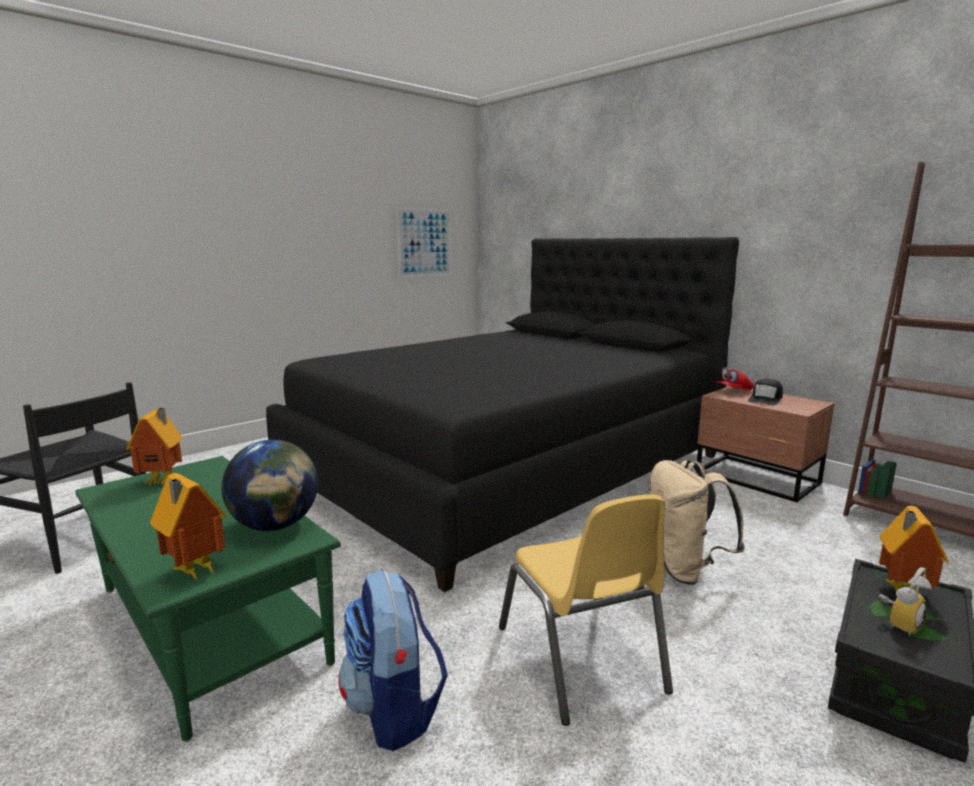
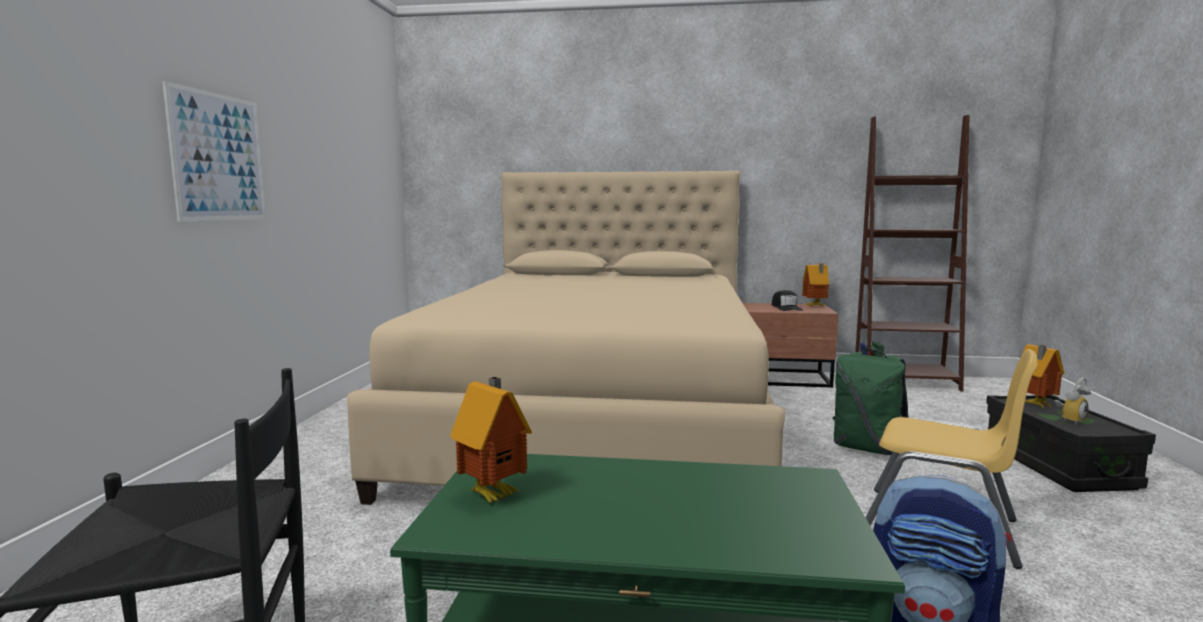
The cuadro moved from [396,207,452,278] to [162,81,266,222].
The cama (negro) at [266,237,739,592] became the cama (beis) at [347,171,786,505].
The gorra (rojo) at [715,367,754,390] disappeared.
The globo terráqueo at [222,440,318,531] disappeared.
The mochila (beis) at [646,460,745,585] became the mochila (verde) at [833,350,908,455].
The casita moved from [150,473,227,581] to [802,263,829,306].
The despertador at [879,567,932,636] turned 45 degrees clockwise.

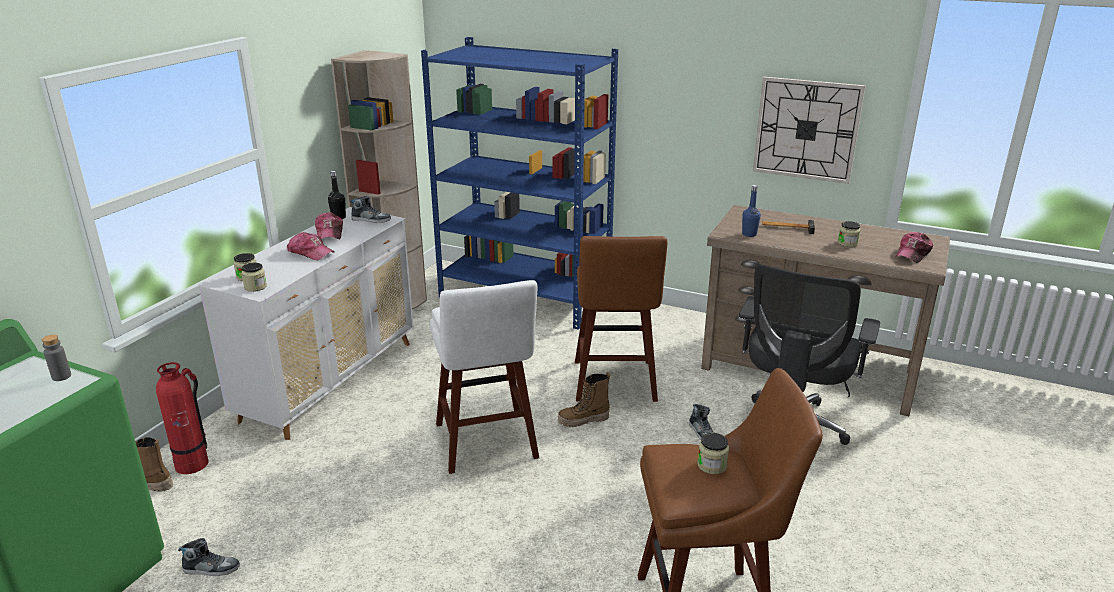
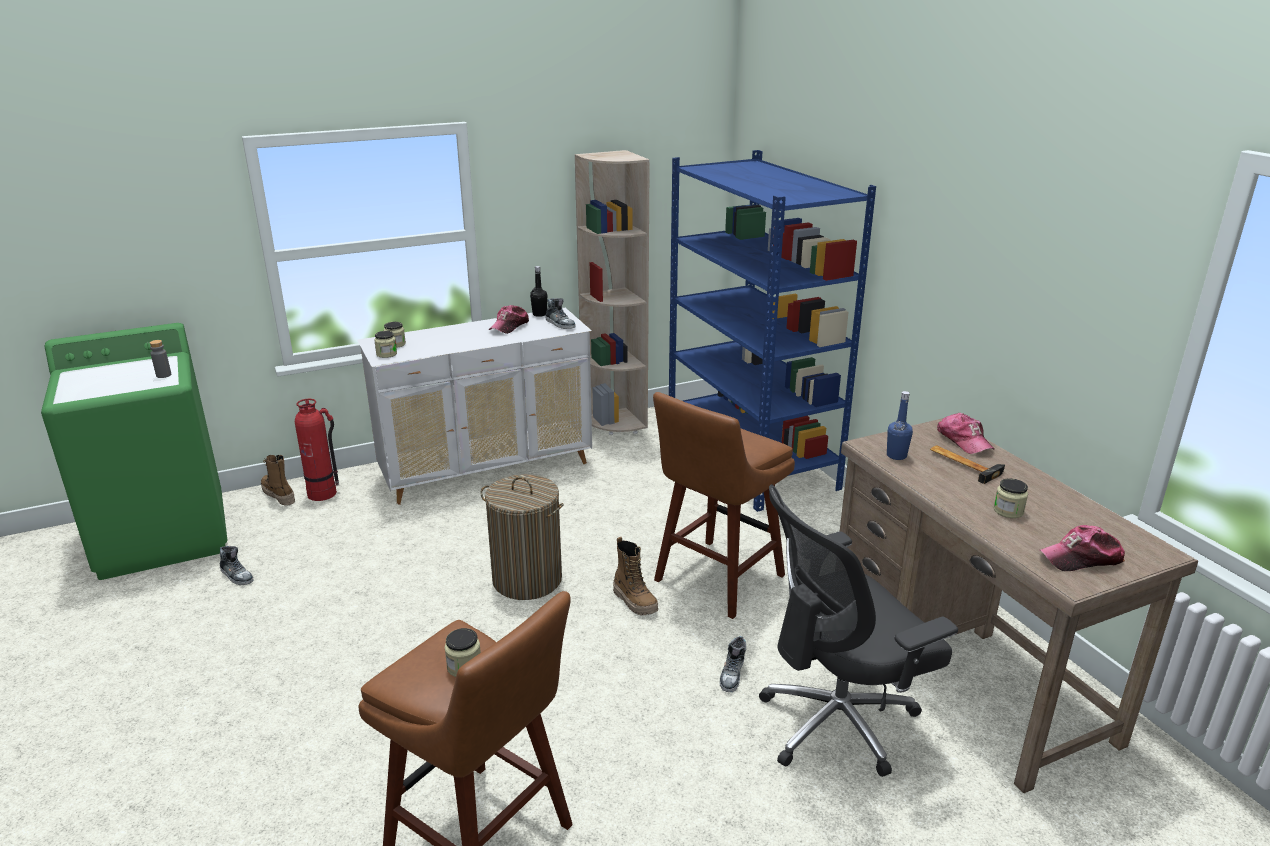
The reloj de pared at [753,77,865,184] disappeared.
The gorra moved from [287,232,335,260] to [937,413,995,454].
The taburete (blanco) at [430,280,539,474] was replaced by the cesto de la ropa at [481,474,564,600].
The bota at [558,372,610,427] turned 150 degrees counterclockwise.

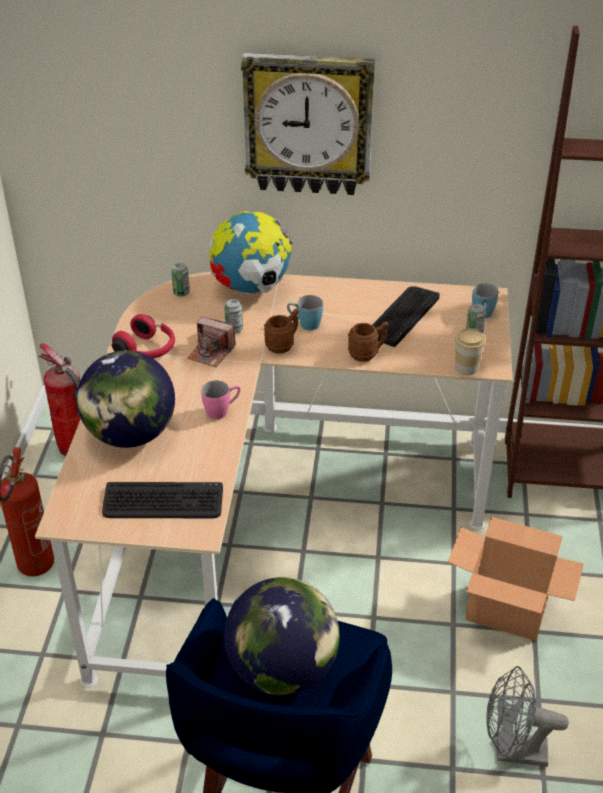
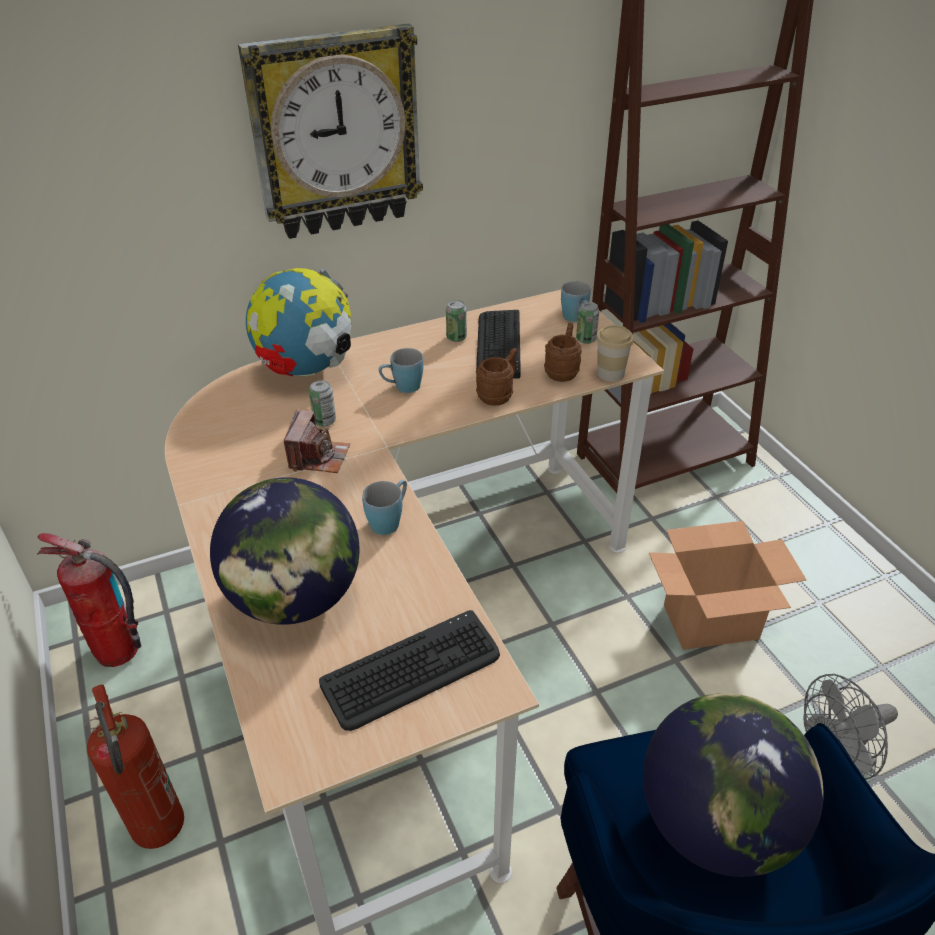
The lata moved from [171,263,190,297] to [446,300,467,342].
The taza grande (marrón) moved from [264,309,299,354] to [544,323,582,382].
The auriculares (rojo) at [112,314,175,359] disappeared.
The cámara at [187,317,236,367] turned 75 degrees counterclockwise.
The taza grande (rosa) at [201,380,240,419] became the taza grande (azul) at [362,479,407,535].

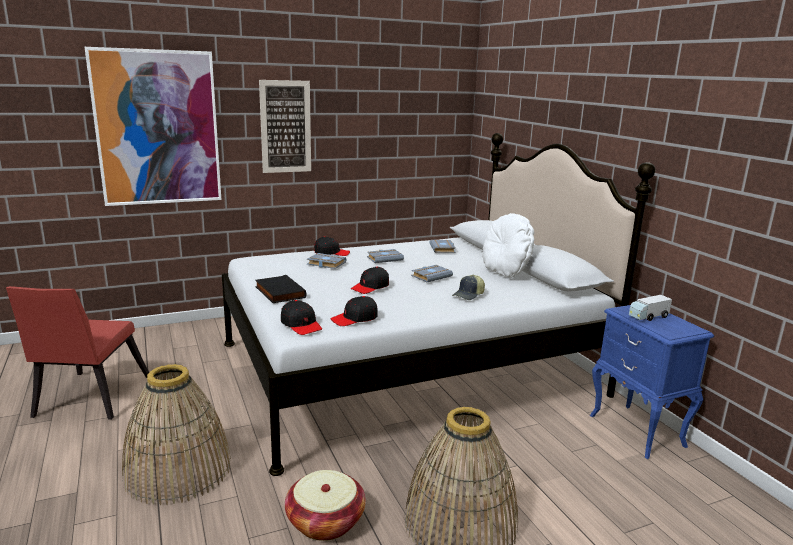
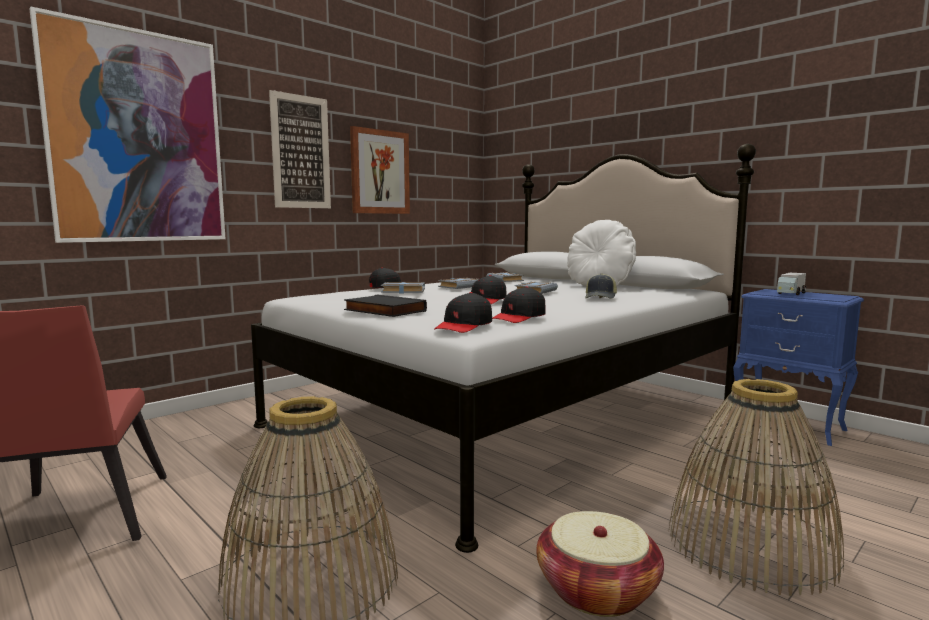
The gorra (negro) at [281,300,322,335] turned 90 degrees clockwise.
The cuadro at [350,126,410,214] appeared.

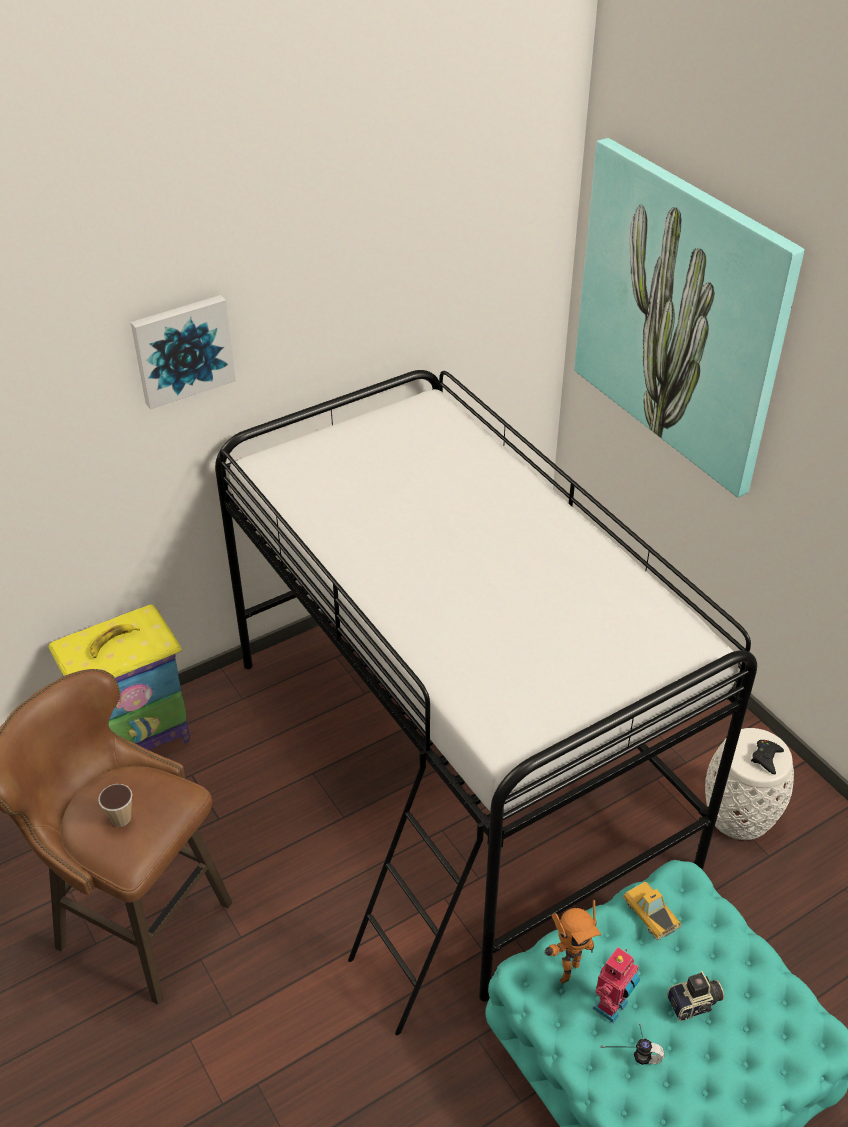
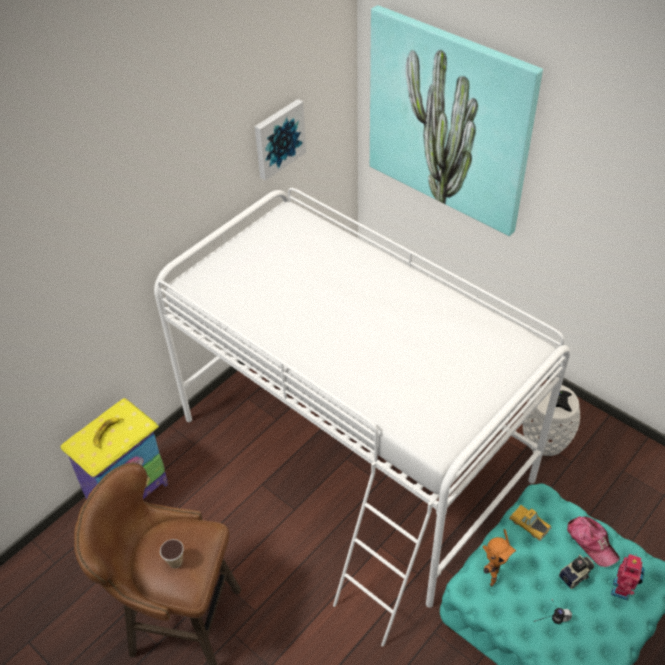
The cuadro moved from [131,295,236,410] to [255,99,306,181].
The cama (negro) at [215,370,757,1035] became the cama (blanco) at [154,188,570,647].
The robot de juguete moved from [592,947,640,1023] to [611,554,645,600].
The gorra at [567,516,620,567] appeared.

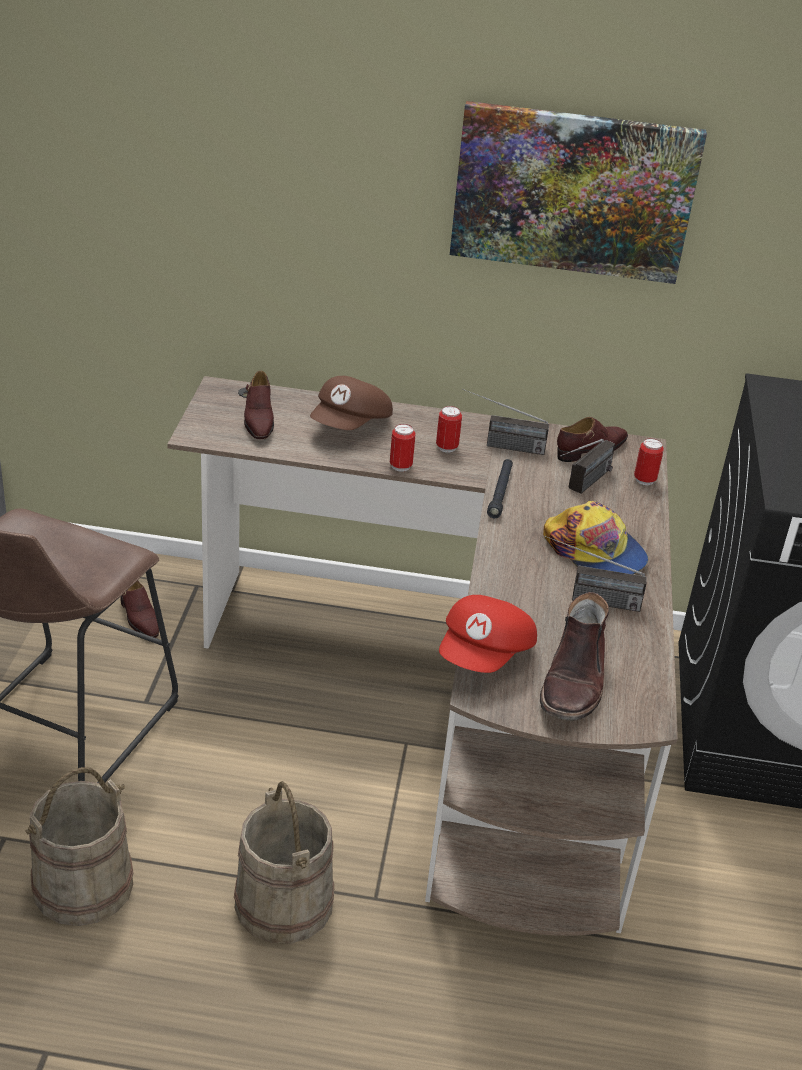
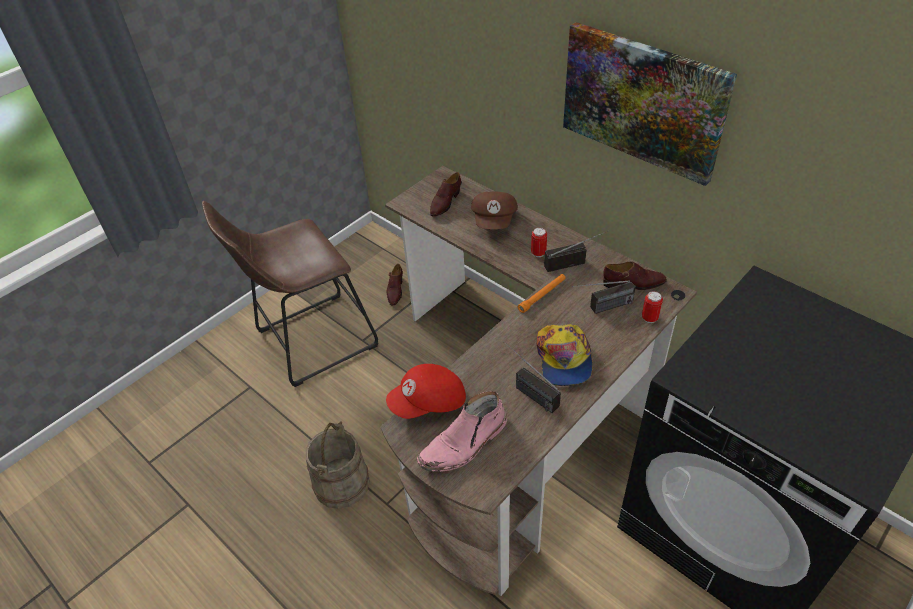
The gorra (marrón) at [310,376,393,430] turned 60 degrees counterclockwise.
The radio at [462,389,549,455] turned 120 degrees clockwise.
The lata at [390,424,415,472] disappeared.
The linterna (negro) at [487,459,513,518] became the linterna (naranja) at [518,274,566,313].
The bota (marrón) at [540,592,609,721] became the bota (rosa) at [417,391,507,472].
The cubo (beis) at [25,767,134,926] disappeared.

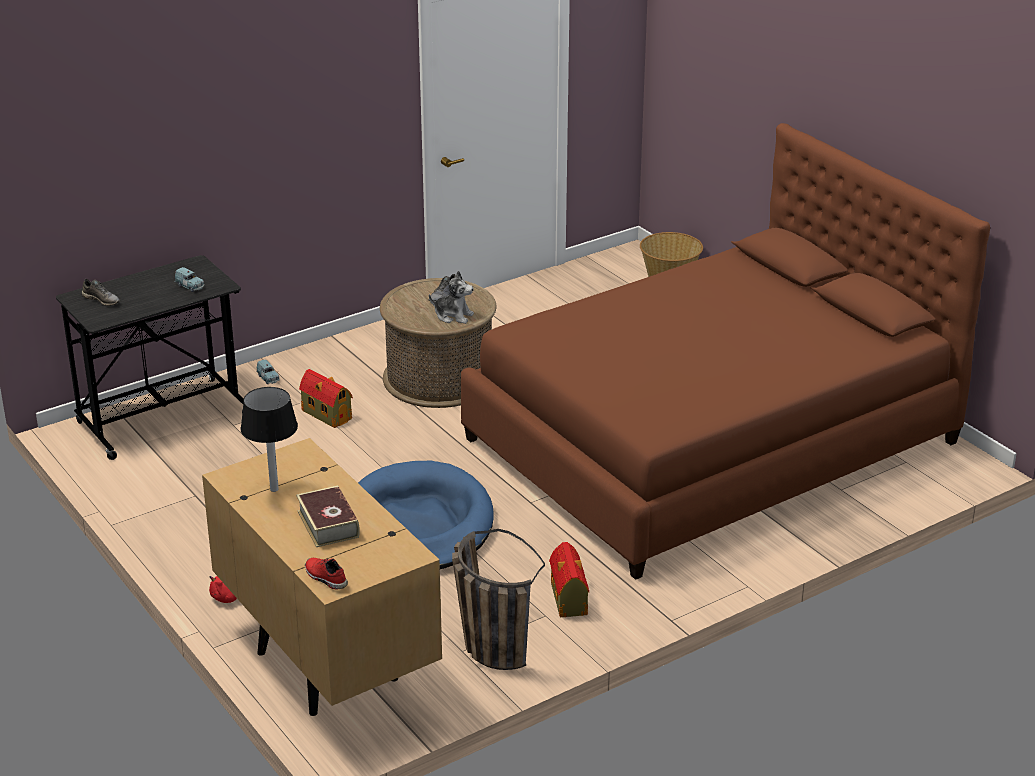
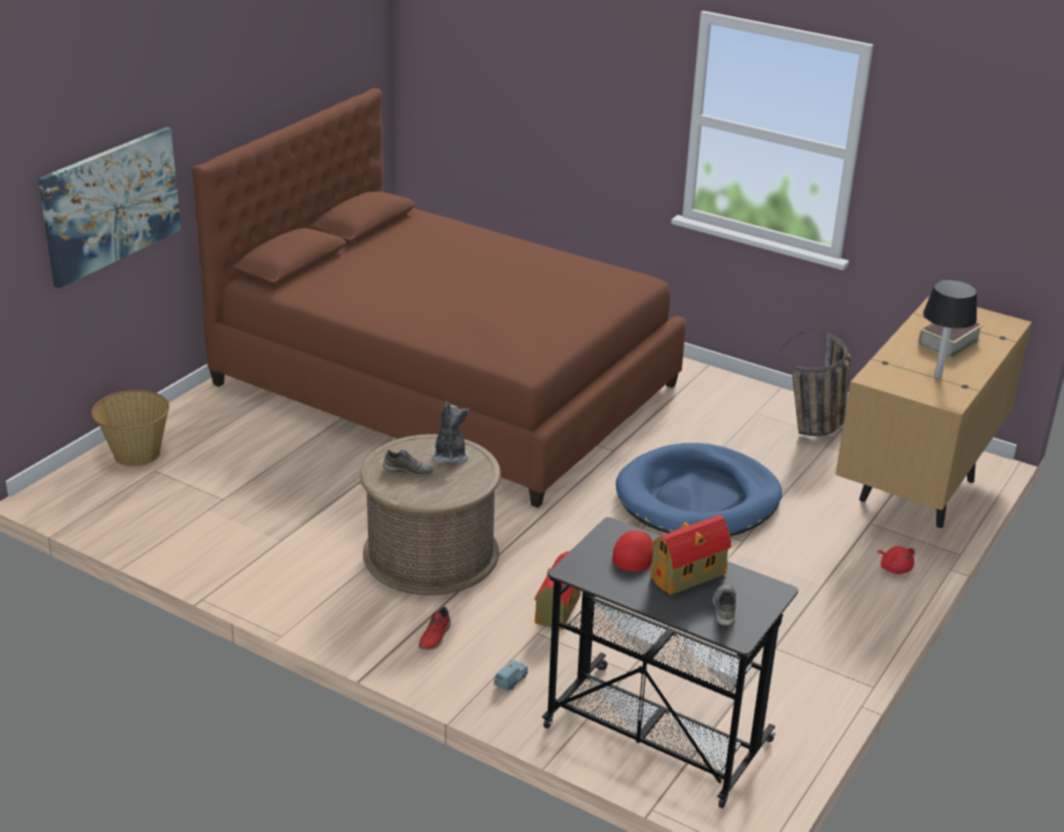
The coche de juguete (azul) at [175,267,204,292] was replaced by the gorra (rojo) at [613,530,653,572].
The casita moved from [549,542,589,617] to [650,515,731,595].
The zapato (rojo) moved from [305,558,348,590] to [419,607,451,650].
The cuadro at [38,127,181,288] appeared.

